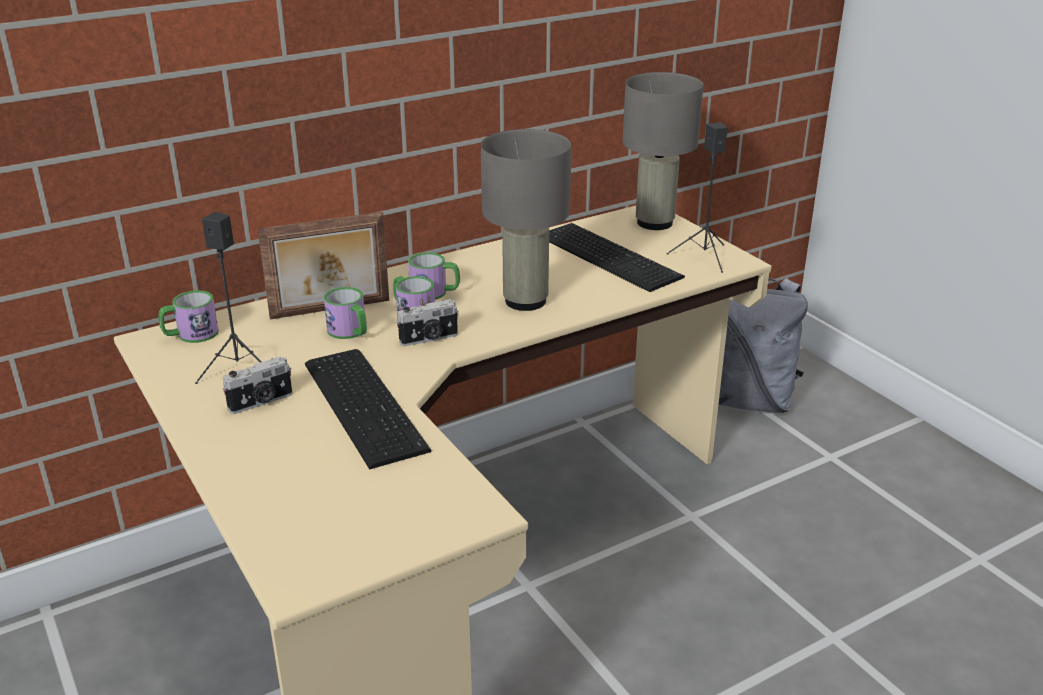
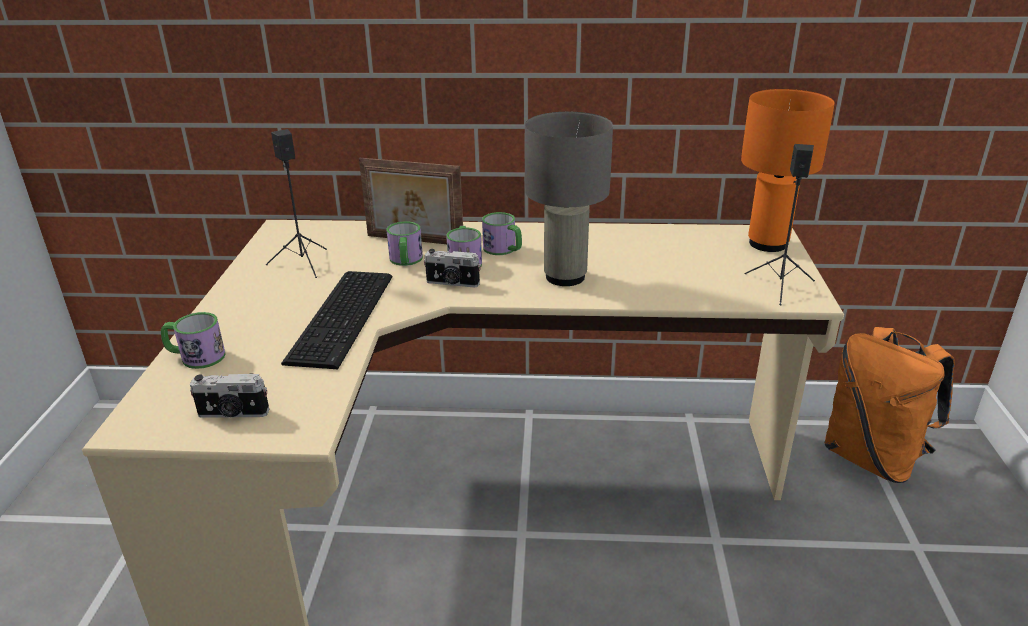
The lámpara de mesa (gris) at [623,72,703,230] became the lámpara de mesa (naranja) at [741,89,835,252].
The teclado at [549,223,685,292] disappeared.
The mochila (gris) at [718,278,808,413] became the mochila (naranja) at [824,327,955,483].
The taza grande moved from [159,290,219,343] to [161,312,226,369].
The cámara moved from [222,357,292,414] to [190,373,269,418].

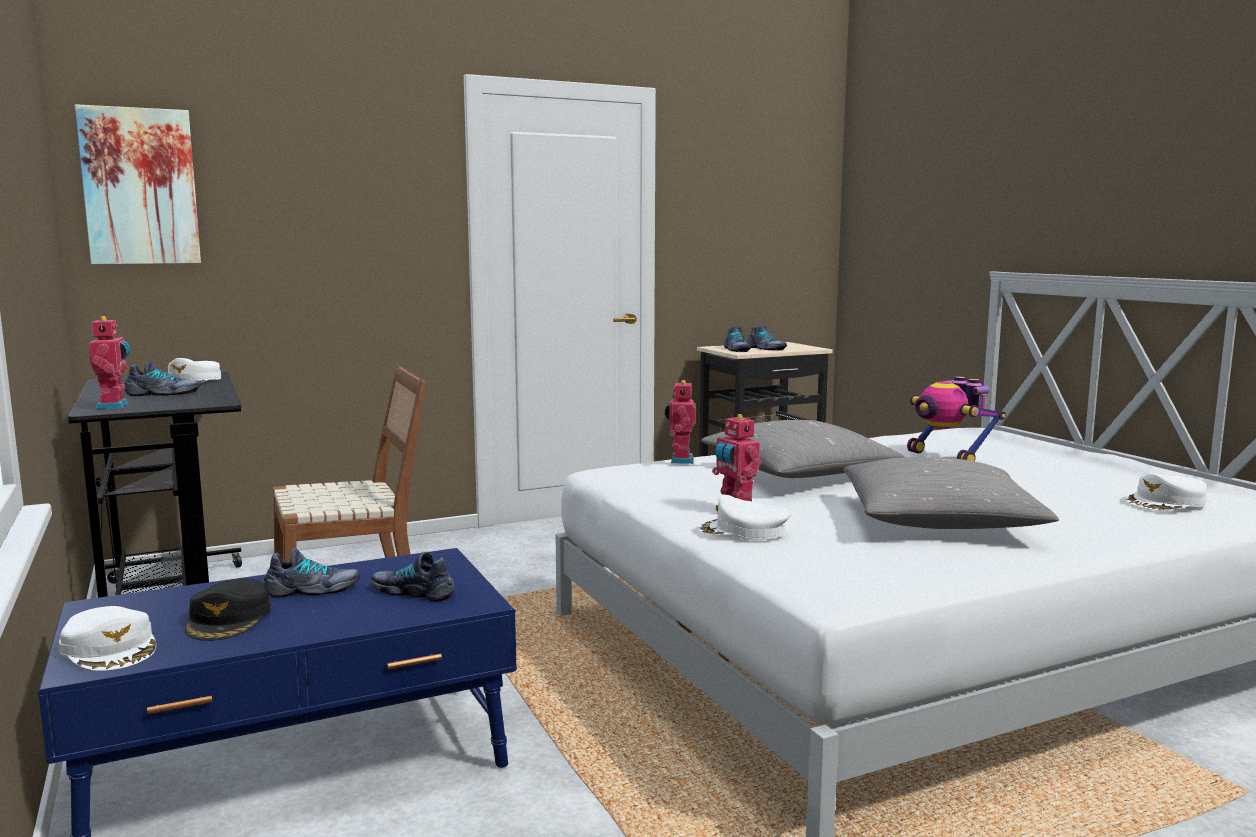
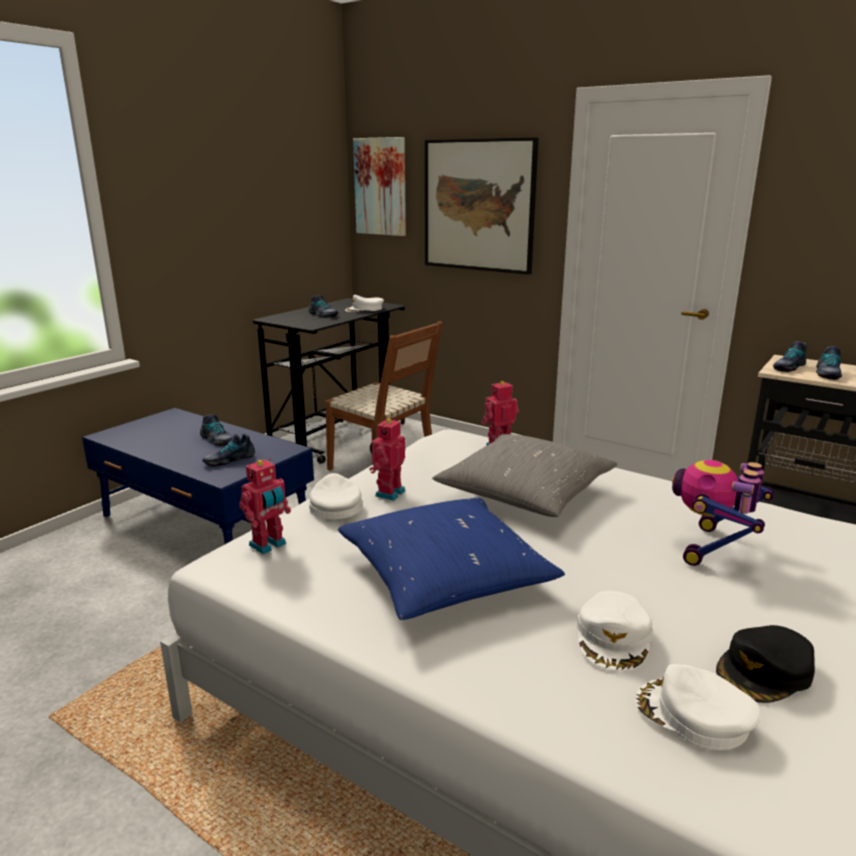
The robot de juguete moved from [89,316,130,409] to [239,458,291,554].
The cojín (gris) at [844,457,1059,529] became the cojín (azul) at [338,498,565,620].
The zapato at [371,552,455,602] turned 120 degrees counterclockwise.
The gorra (negro) moved from [185,578,271,641] to [716,625,815,703].
The gorra (blanco) moved from [59,606,156,671] to [577,591,653,671].
The cuadro at [425,137,538,275] appeared.

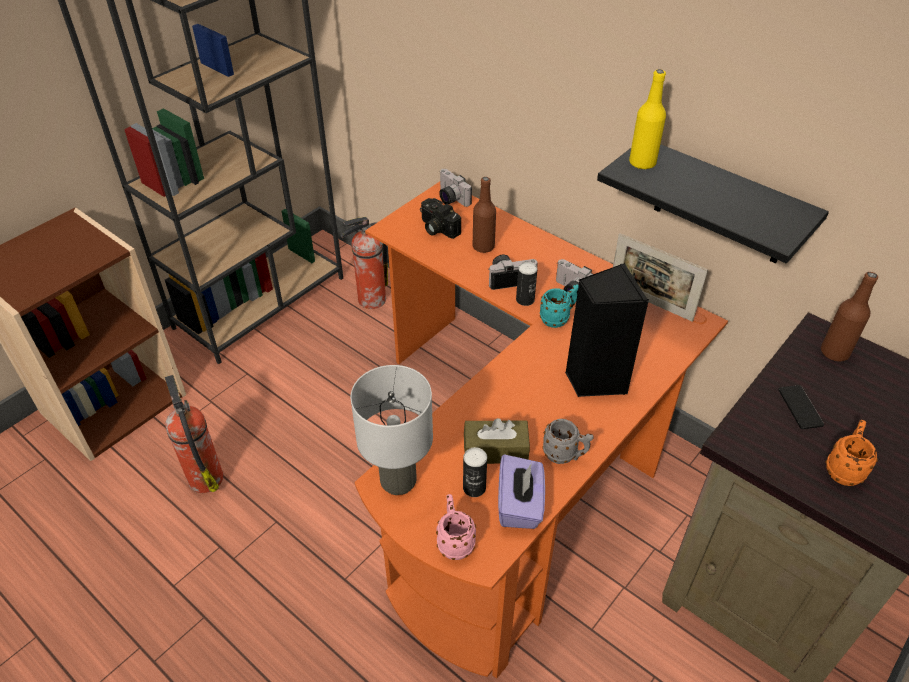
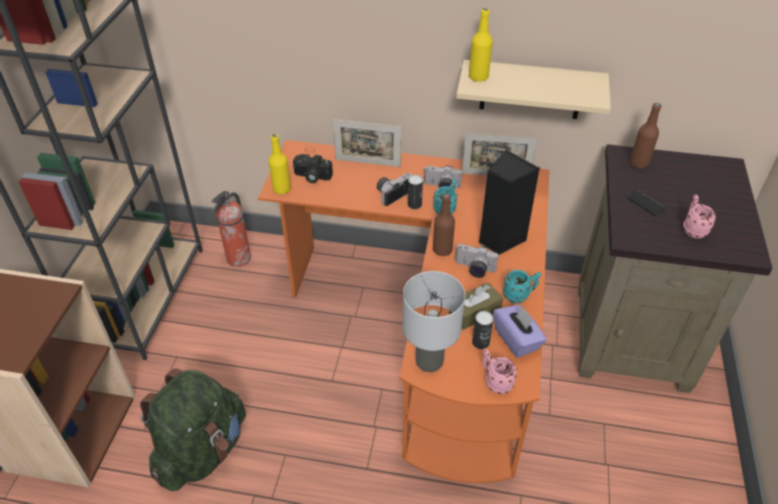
The estante (negro) at [597,144,829,263] became the estante (beis) at [456,60,611,119].
The cámara moved from [439,169,472,207] to [455,244,498,278].
The botella (marrón) moved from [473,177,496,253] to [433,193,455,256].
The extintor at [165,375,223,493] was replaced by the mochila (verde) at [140,368,246,491].
The taza grande (gris) at [542,419,594,464] became the taza grande (turquesa) at [503,270,541,303].
The taza grande (naranja) at [825,420,878,486] became the taza grande (rosa) at [683,195,716,239].
The portarretratos at [333,119,401,167] appeared.
The botella (amarillo) at [269,134,291,194] appeared.

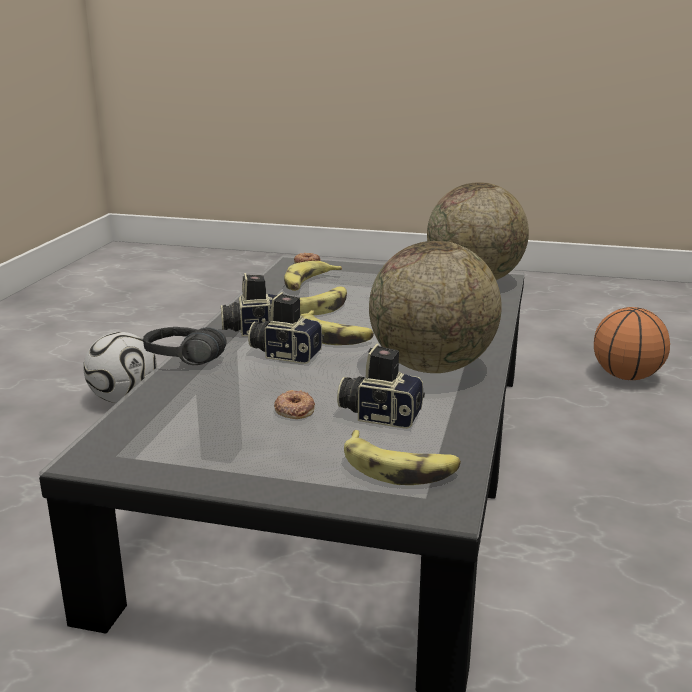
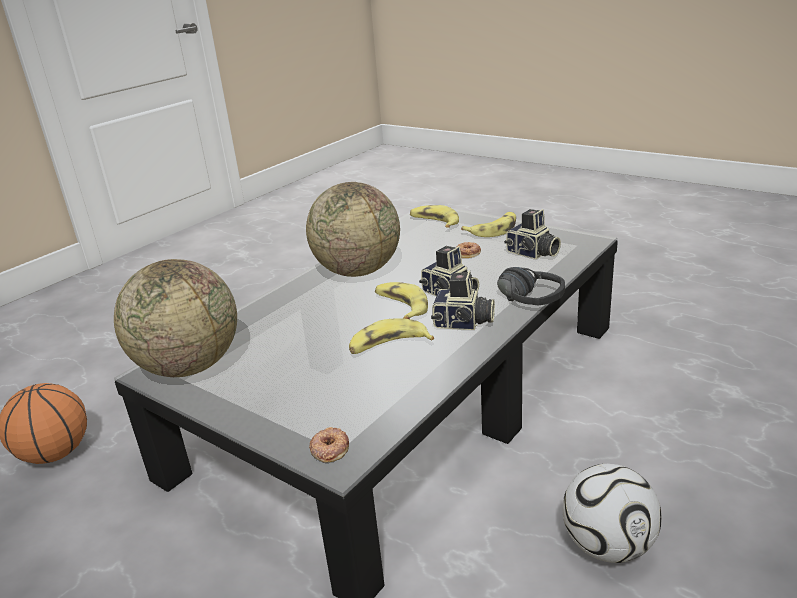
The plátano moved from [284,261,342,291] to [461,212,516,237].
The cámara moved from [337,344,425,429] to [504,209,561,259].

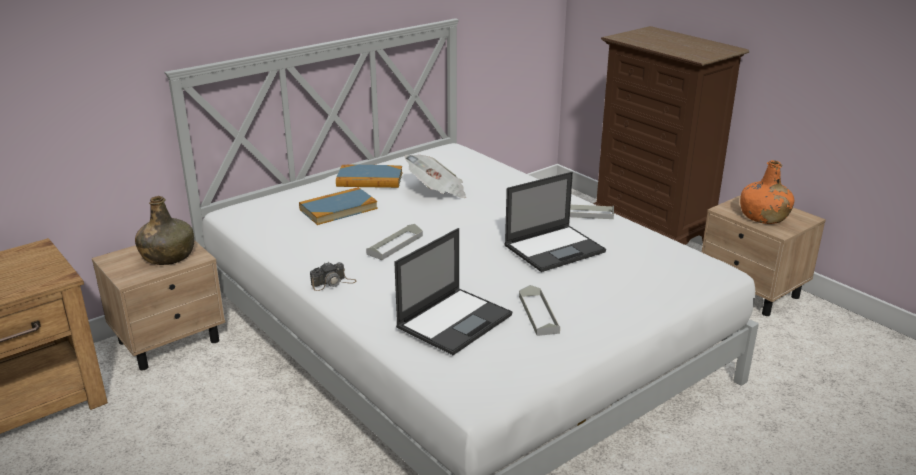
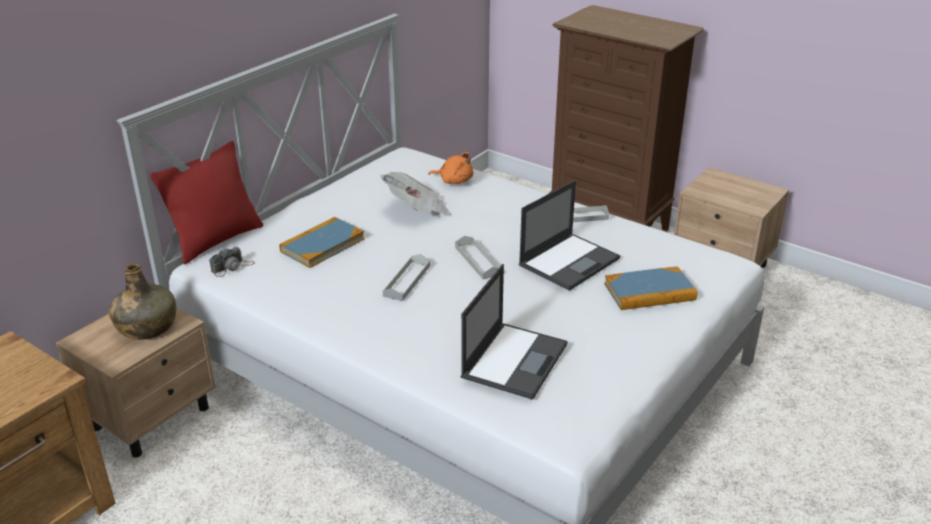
The botella (naranja) at [740,160,794,224] disappeared.
The libro moved from [336,165,402,188] to [604,266,698,310].
The cámara moved from [310,262,357,291] to [209,247,255,277].
The bandeja (gris) moved from [519,285,560,336] to [455,236,499,279].
The cojín (rojo) at [150,141,263,265] appeared.
The peluche (naranja) at [429,152,473,184] appeared.

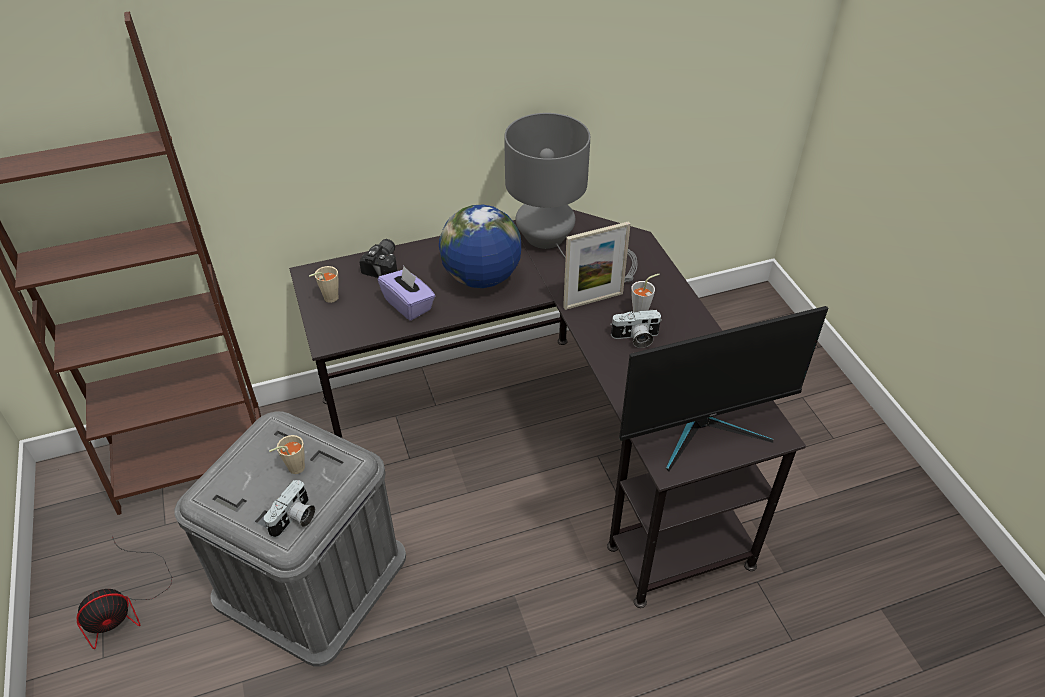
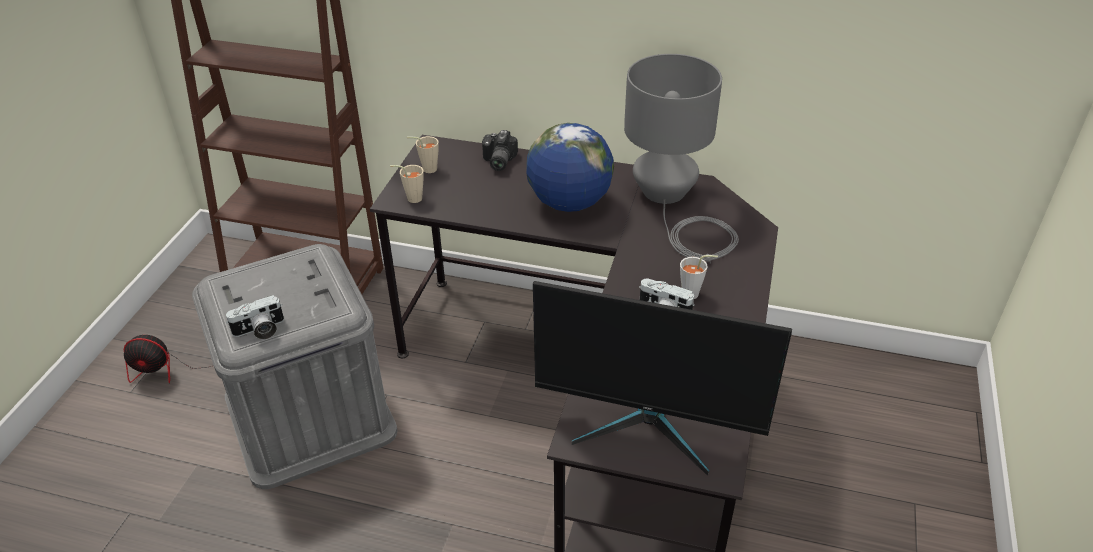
The portarretratos at [563,221,631,310] disappeared.
The cámara at [359,239,397,278] turned 135 degrees clockwise.
The caja de pañuelos (morado) at [378,266,435,321] disappeared.
The taza (beis) moved from [269,435,305,474] to [390,165,424,203].

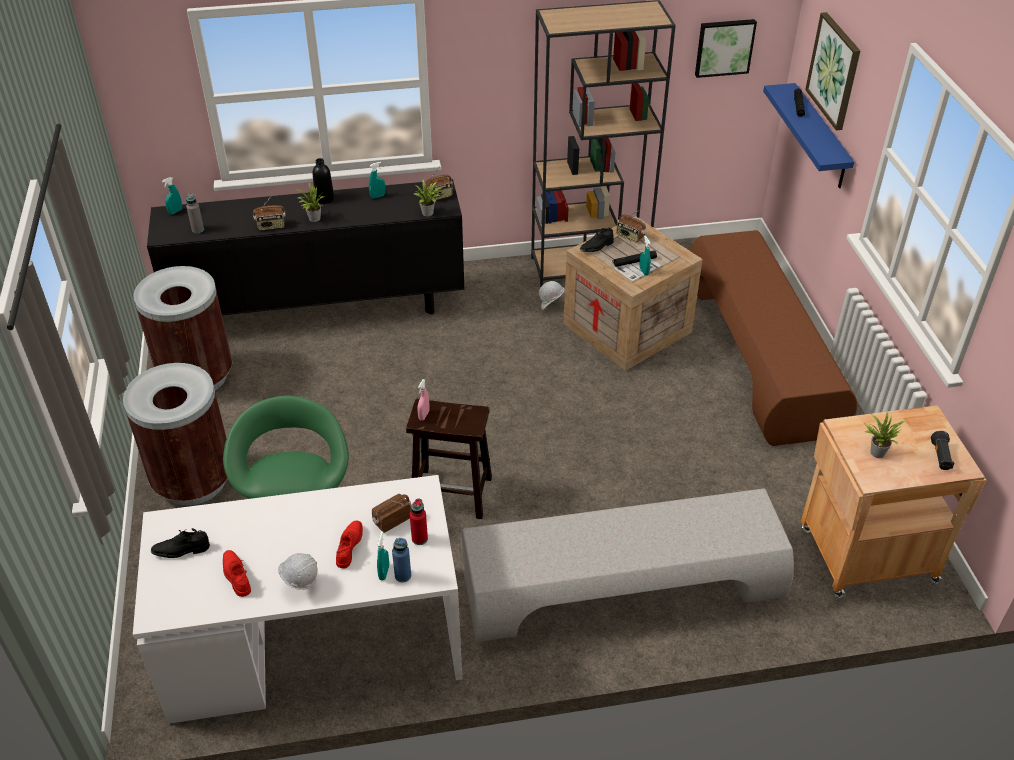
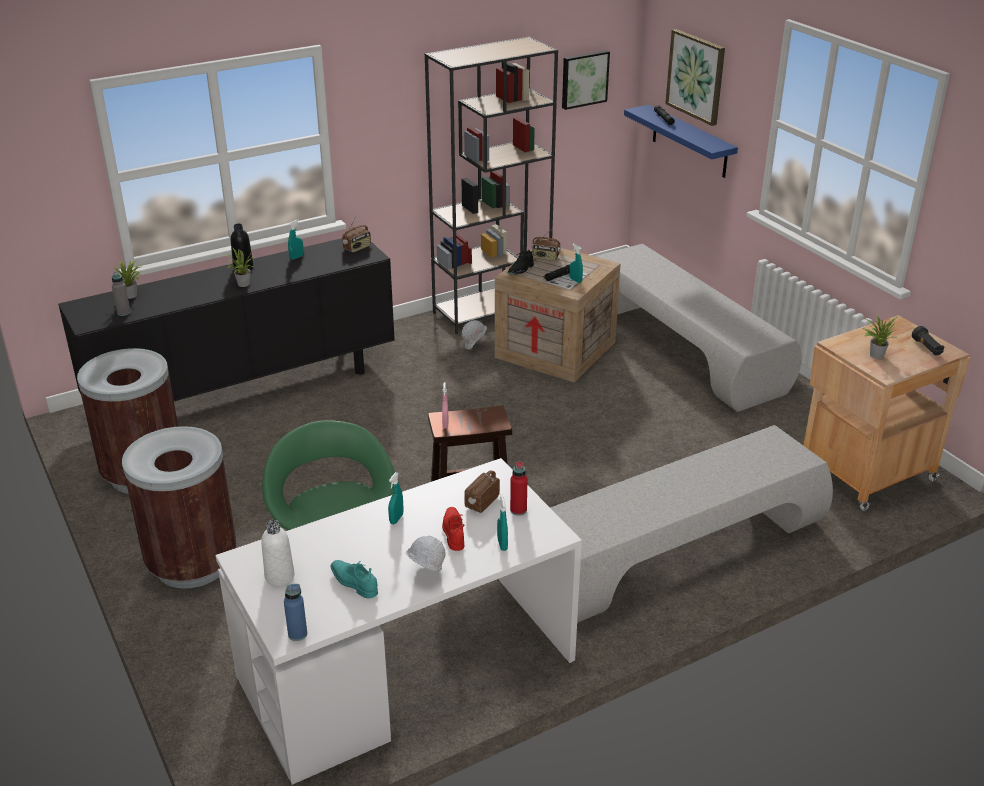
The pulverizador (turquesa) moved from [162,177,182,215] to [388,472,404,524].
The planta en maceta moved from [414,180,441,216] to [113,261,143,299].
The radio at [253,197,286,230] disappeared.
The banco (marrón) at [689,230,857,446] became the banco (gris) at [596,244,802,412].
The zapato (negro) at [151,528,210,558] was replaced by the botella (blanco) at [261,520,295,586].
The botella (azul) moved from [392,538,411,582] to [284,584,307,641].
The zapato (rojo) at [223,550,251,597] became the zapato (turquesa) at [331,560,378,598].

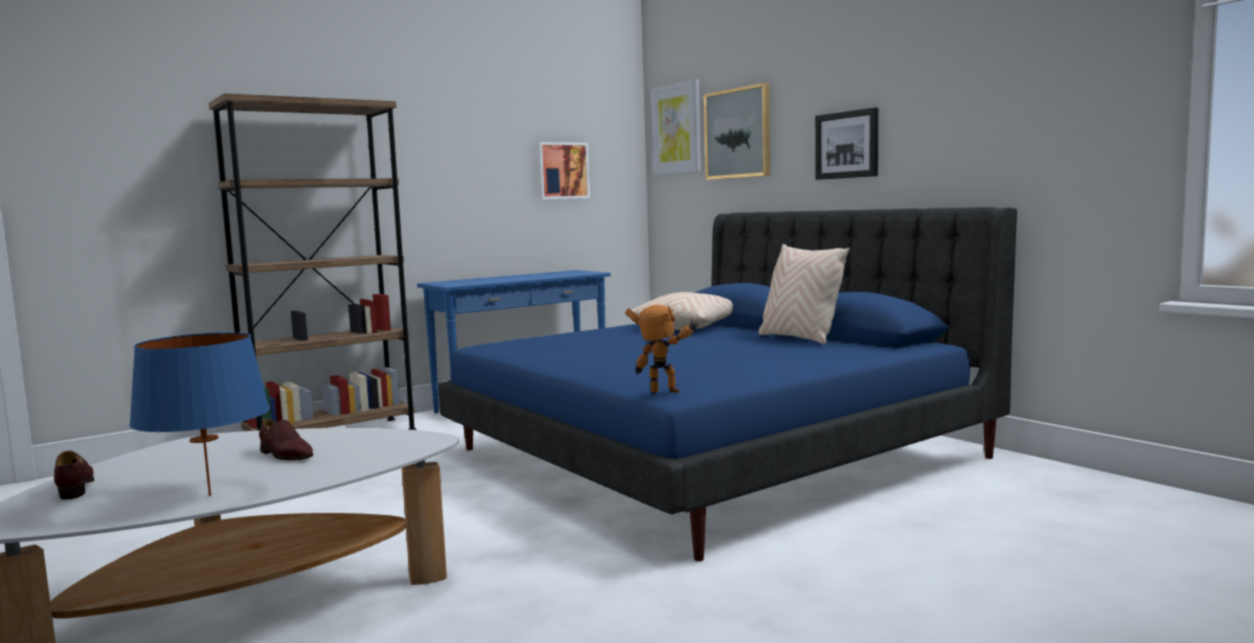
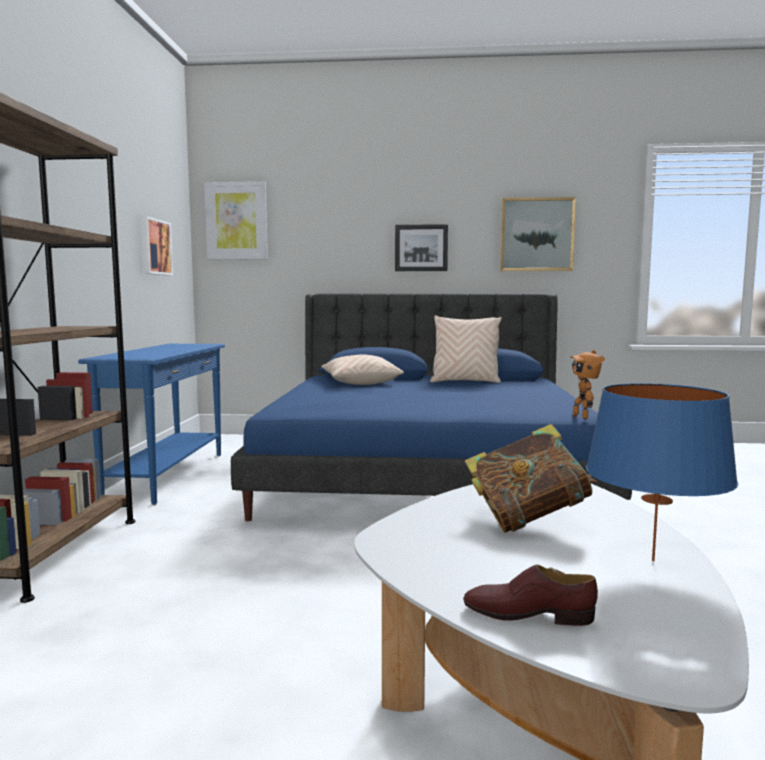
The cuadro moved from [704,83,770,180] to [500,197,576,271].
The robot de juguete at [625,305,699,393] turned 60 degrees counterclockwise.
The zapato (marrón) at [259,419,313,461] was replaced by the libro at [465,424,597,533].

